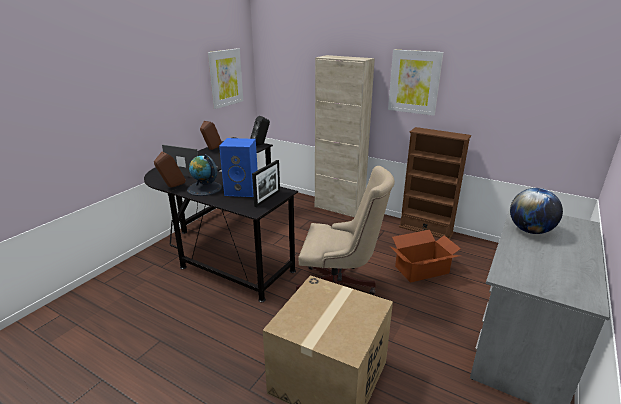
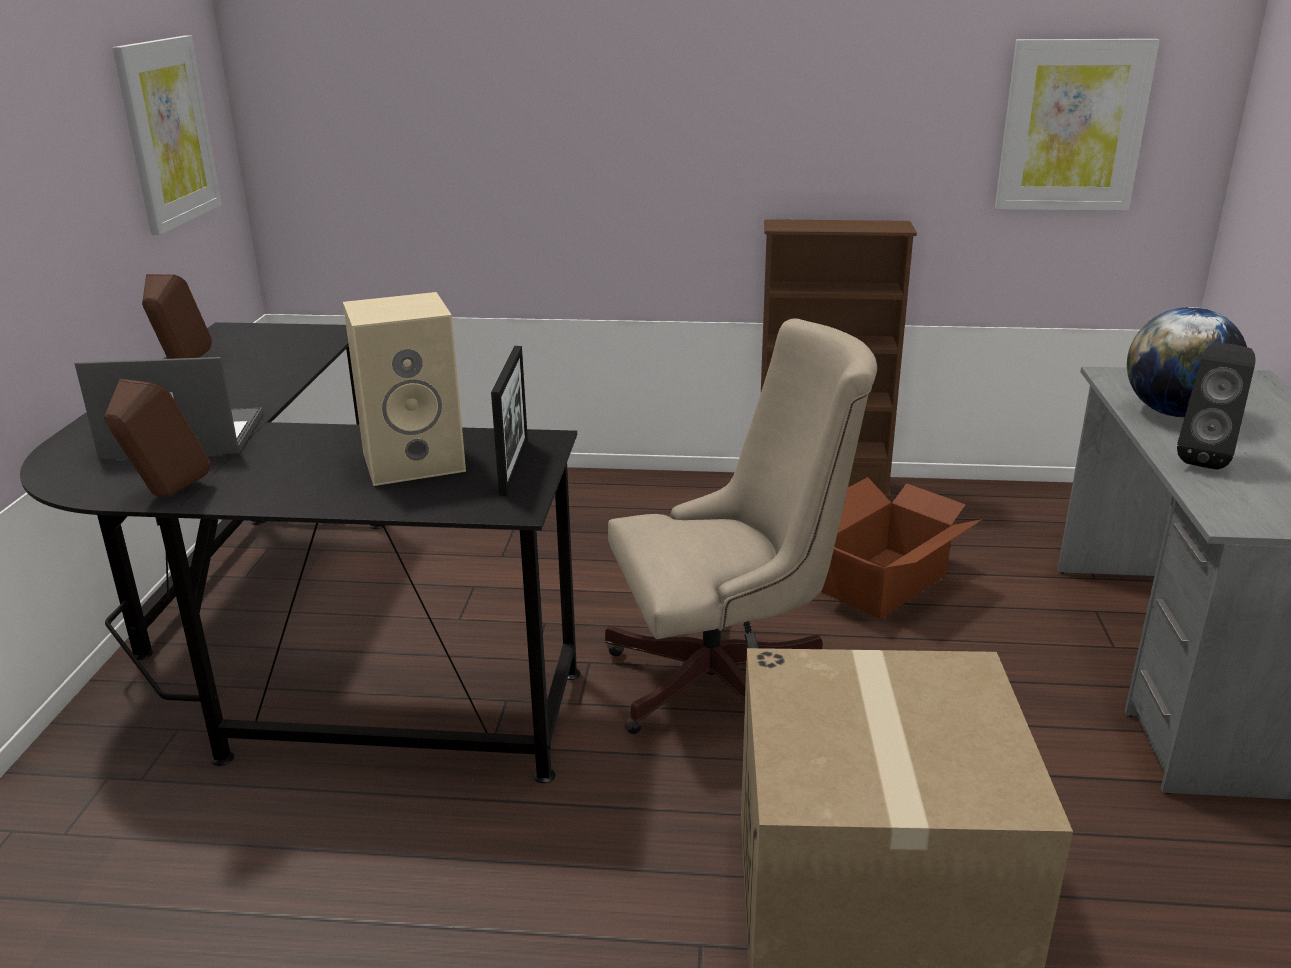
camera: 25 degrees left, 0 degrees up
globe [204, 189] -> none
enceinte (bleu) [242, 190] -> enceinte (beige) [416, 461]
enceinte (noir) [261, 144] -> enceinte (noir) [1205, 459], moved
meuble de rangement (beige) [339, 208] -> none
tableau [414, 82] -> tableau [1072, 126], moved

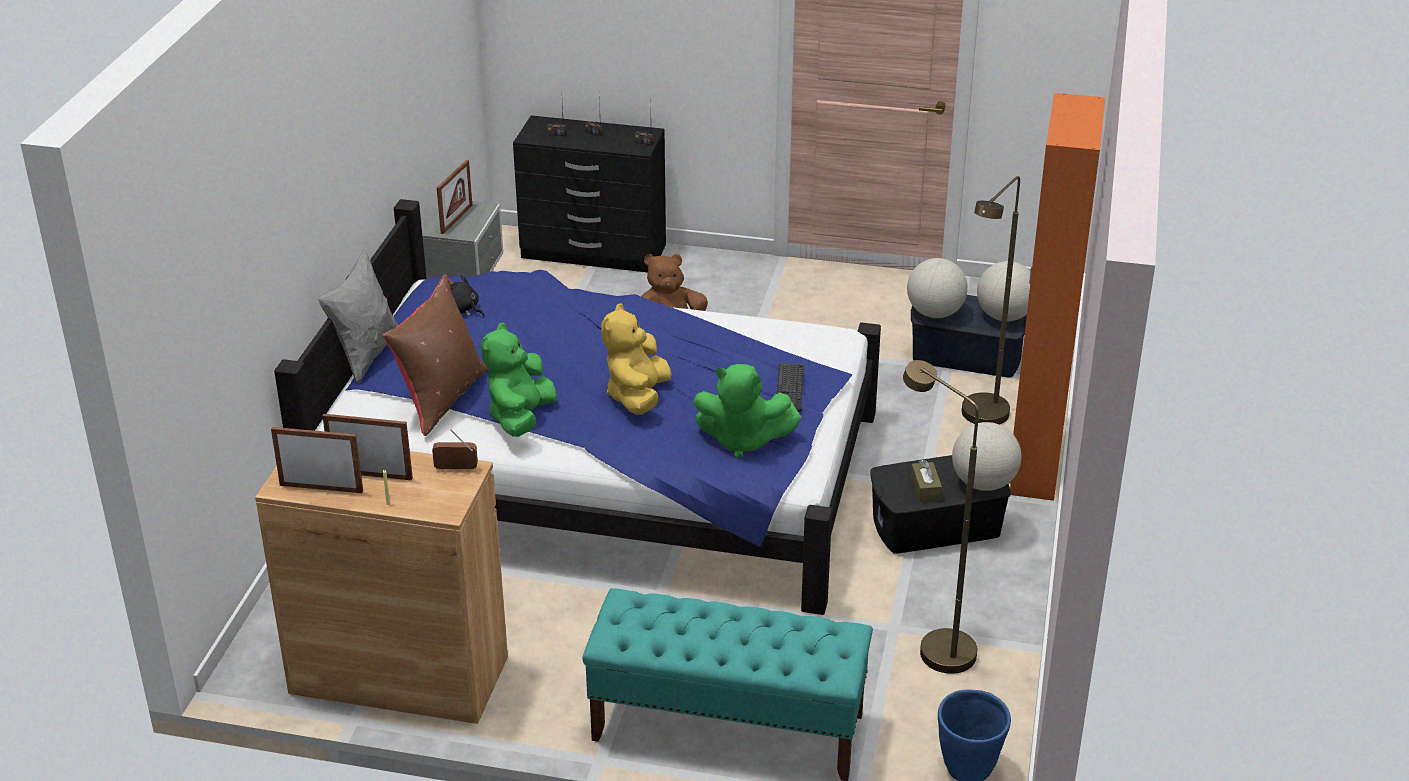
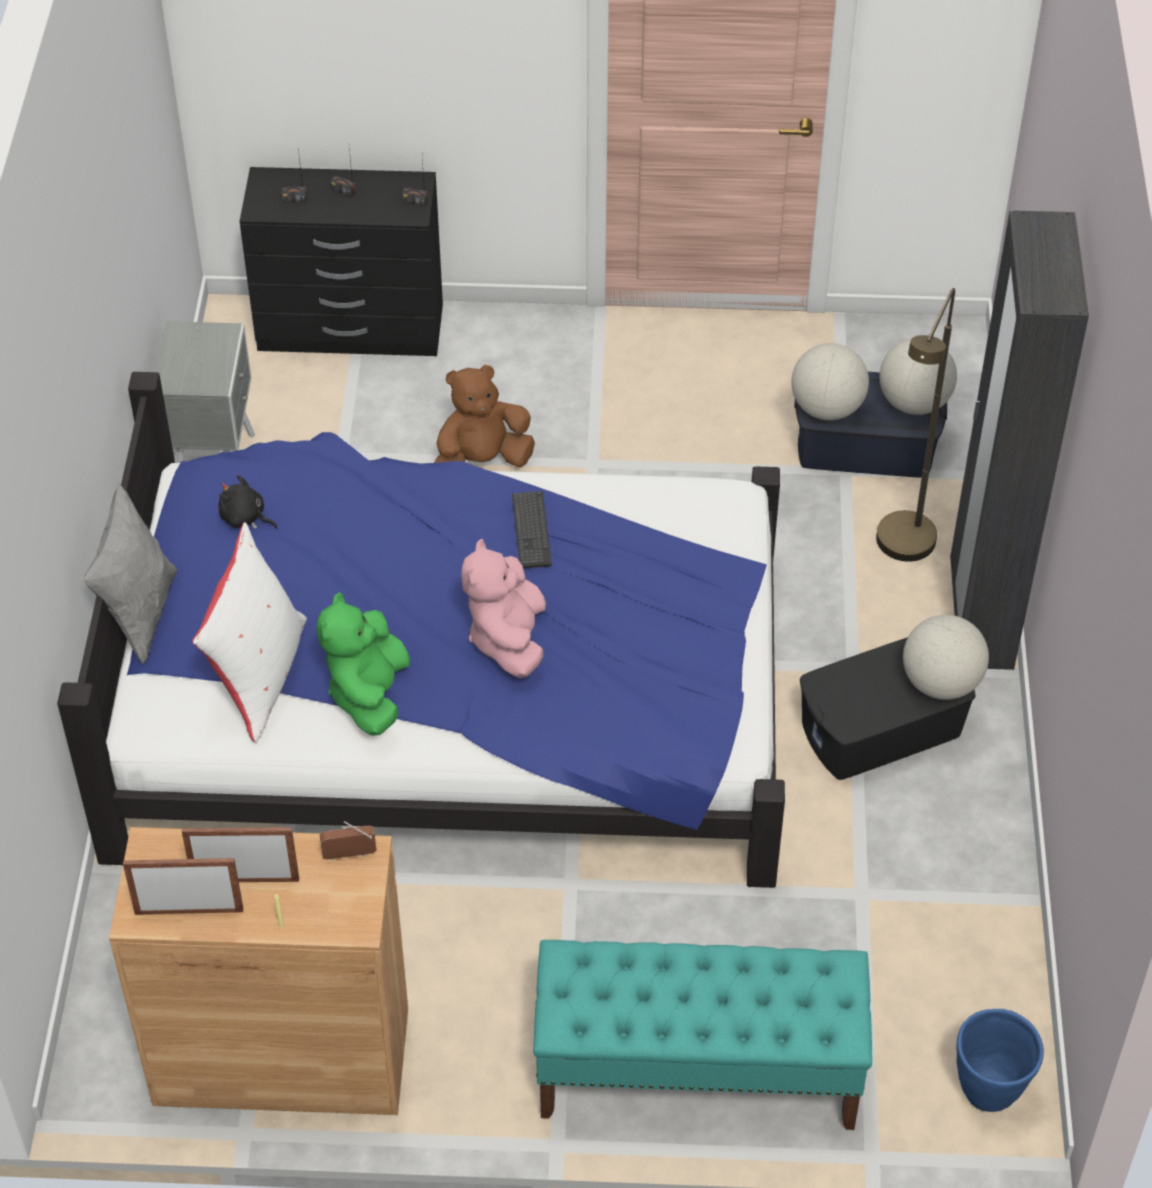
camera: 10 degrees left, 15 degrees up
coussin (marron) [441, 398] -> coussin (blanc) [259, 675]
cadre photo [456, 219] -> none
peluche (jaune) [637, 397] -> peluche (rose) [508, 640]
peluche (vert) [742, 440] -> none
clavier [789, 388] -> clavier [531, 530], moved
lampadaire (marron) [935, 646] -> none
boîte à mouchoirs (marron) [925, 489] -> none
armoire (orange) [1033, 465] -> armoire (noir) [980, 617]

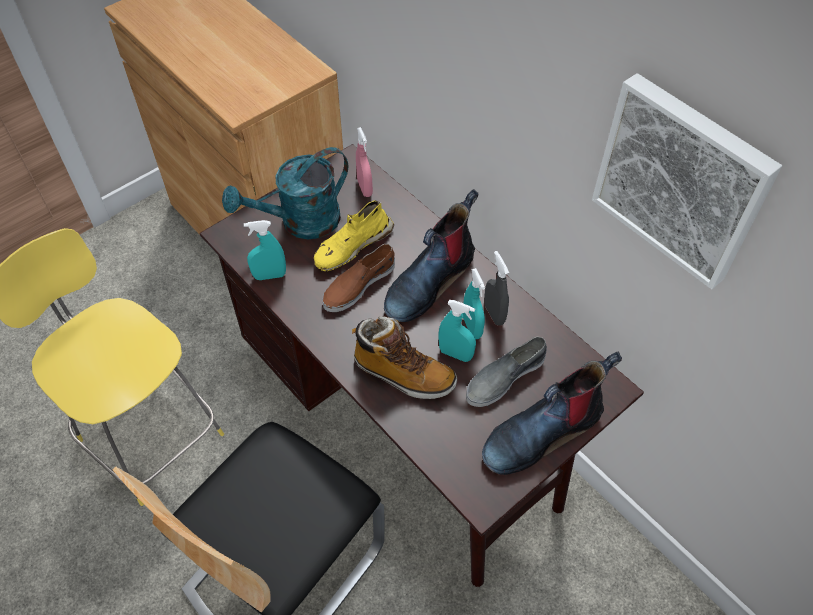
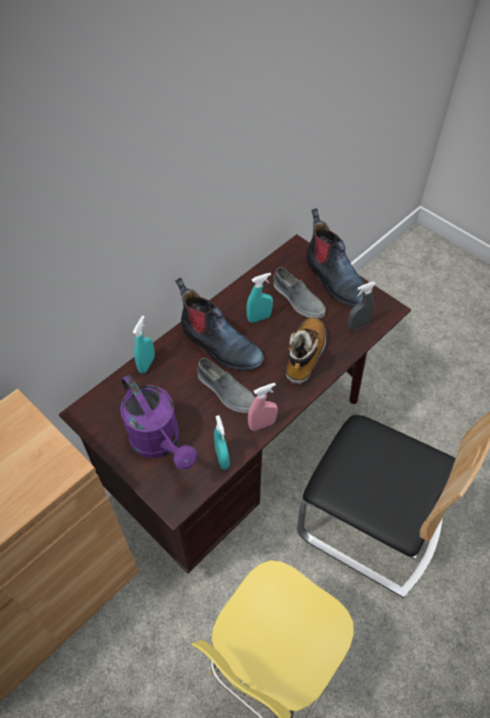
camera: 95 degrees left, 0 degrees up
arrosoir (turquoise) [300, 223] -> arrosoir (violet) [160, 443]
chaussure (jaune) [352, 246] -> none
chaussure (marron) [358, 284] -> chaussure (gris) [226, 391]
vaporisateur (rose) [365, 188] -> vaporisateur (rose) [262, 424], moved
vaporisateur (turquoise) [455, 354] -> vaporisateur (turquoise) [146, 364], moved
vaporisateur (gris) [494, 314] -> vaporisateur (gris) [358, 326], moved
tableau [682, 180] -> none

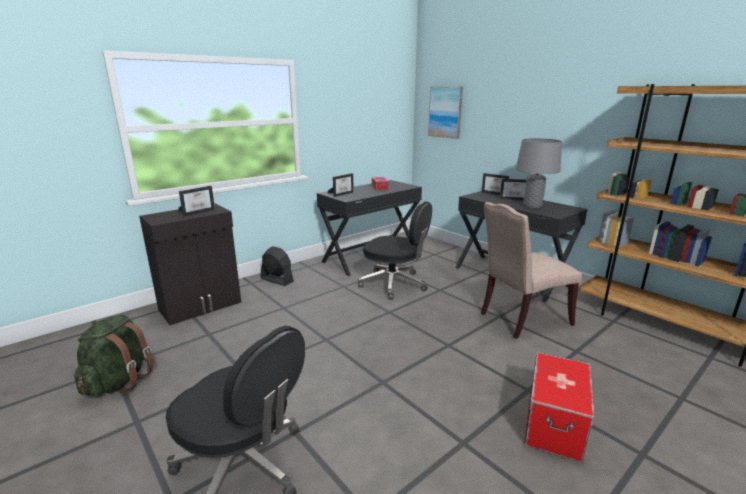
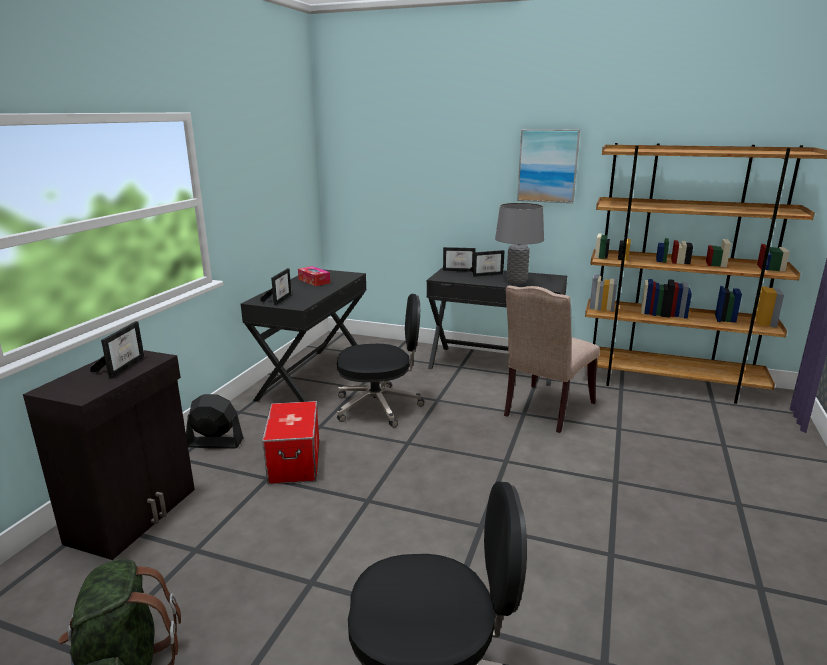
camera: 30 degrees left, 0 degrees up
tableau [445, 112] -> tableau [547, 166], moved
boîte de rangement [554, 424] -> boîte de rangement [295, 462], moved

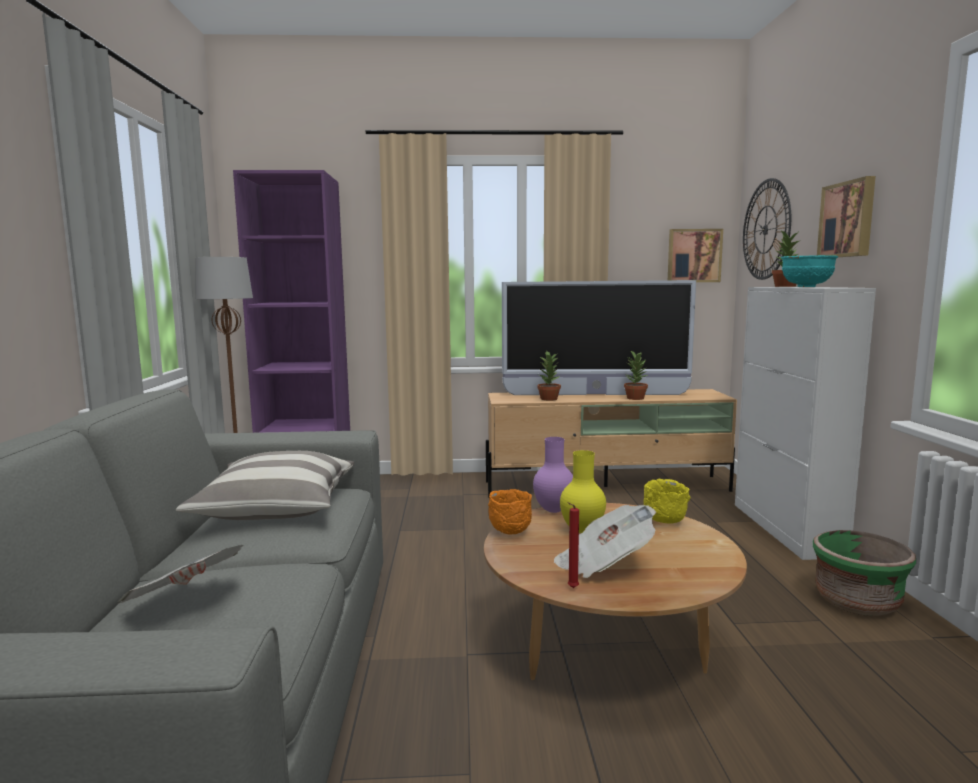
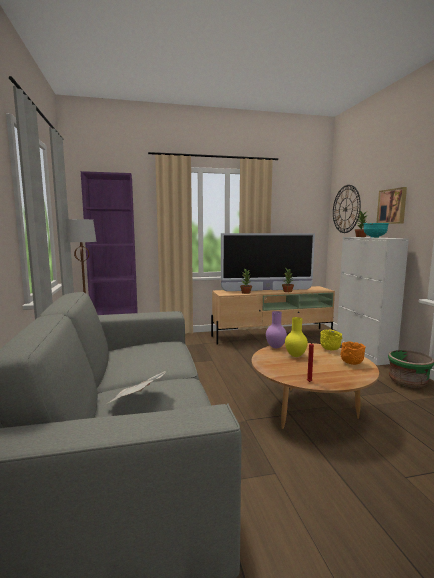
camera: 10 degrees left, 0 degrees up
coussin [276, 508] -> none
bol (orange) [509, 532] -> bol (orange) [351, 363], moved
journal [603, 564] -> none
tableau [693, 256] -> none

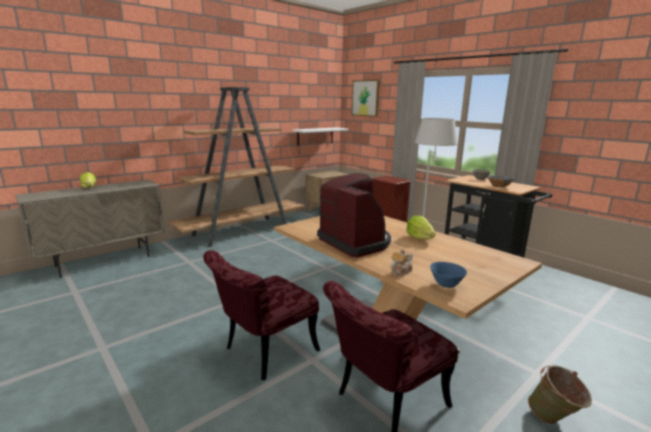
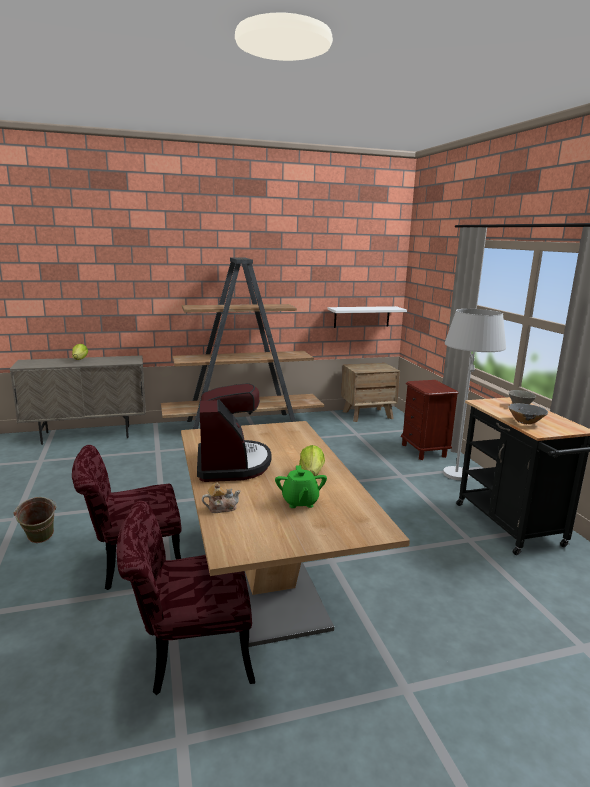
camera: 25 degrees right, 0 degrees up
tableau [365, 98] -> none
bol (bleu) [446, 285] -> none
seau (vert) [554, 420] -> seau (vert) [39, 542], moved
none -> théière (vert) [300, 502]

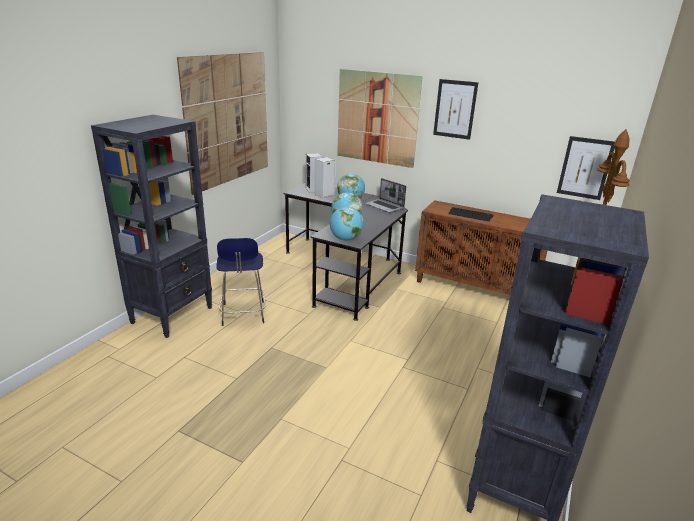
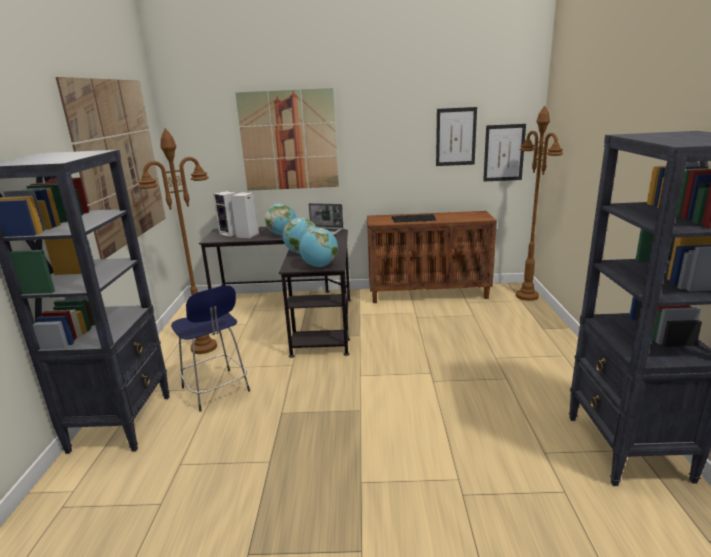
camera: 25 degrees left, 5 degrees down
tableau [455, 109] -> tableau [456, 137], moved
none -> lampadaire (marron) [204, 347]

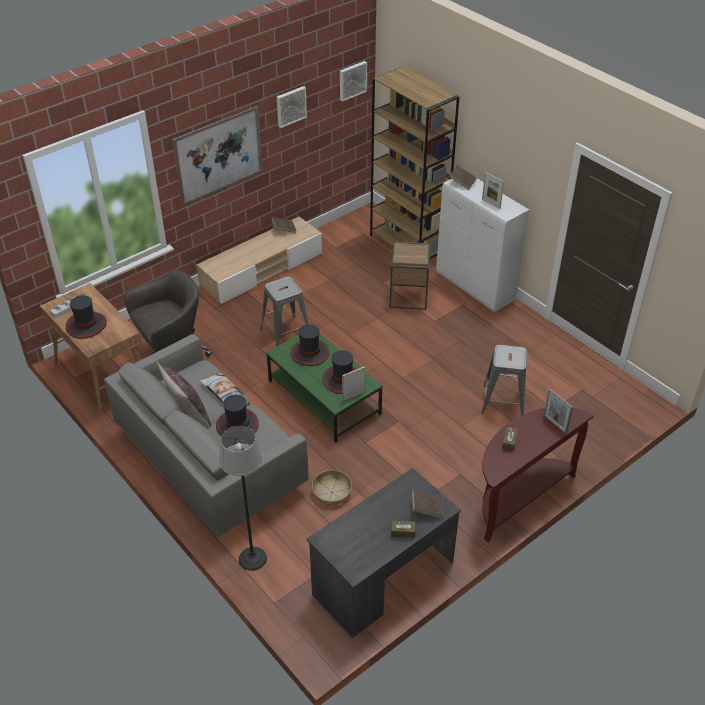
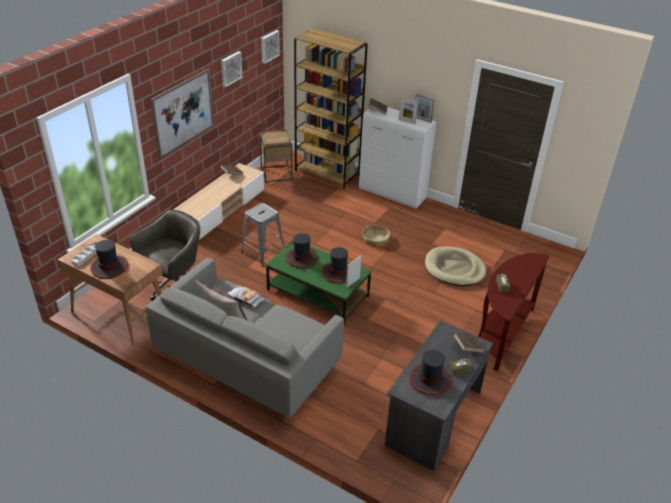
camera: 20 degrees left, 5 degrees down
chapeau [237, 425] -> chapeau [429, 380], moved
lampadaire [252, 558] -> none
panier [332, 492] -> panier [375, 239], moved
table d'appoint (marron) [408, 296] -> table d'appoint (marron) [276, 173], moved
tabouret (gris) [503, 401] -> panier pour chien (beige) [454, 269]
cadre photo [554, 424] -> cadre photo [422, 119], moved

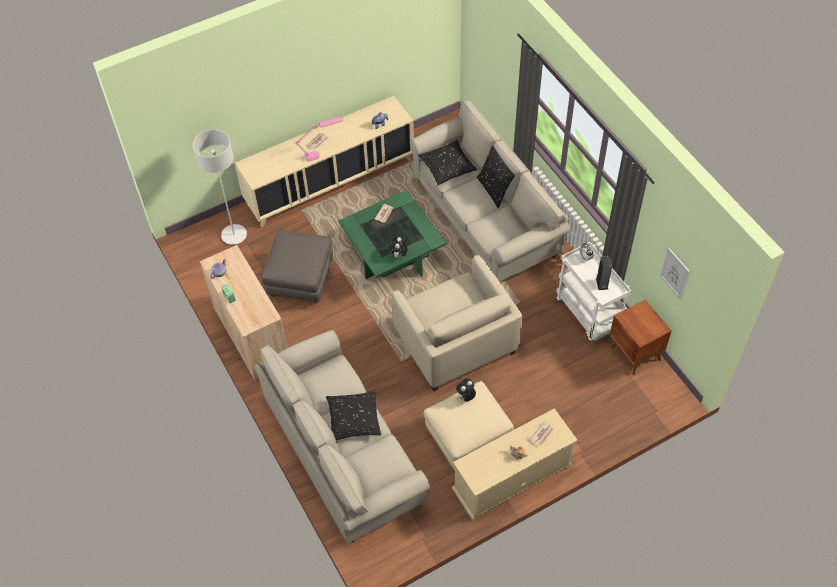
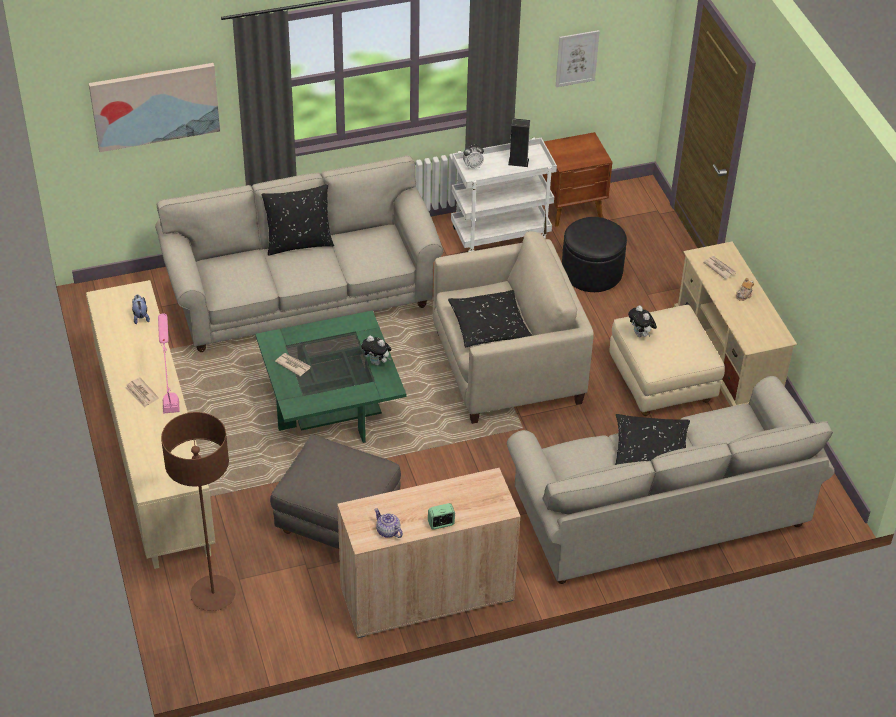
camera: 80 degrees left, 10 degrees down
lampadaire (gris) [234, 235] -> lampadaire (marron) [213, 594]
coussin (noir) [447, 167] -> coussin (noir) [489, 326], moved
none -> tableau [155, 105]
none -> pouf (noir) [591, 272]

